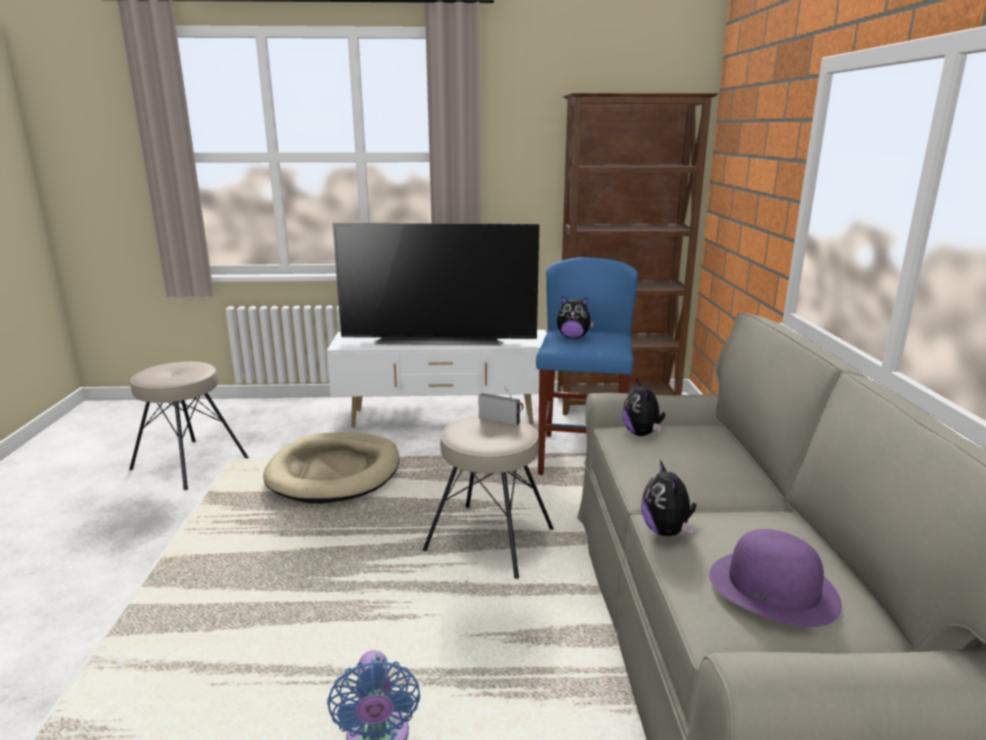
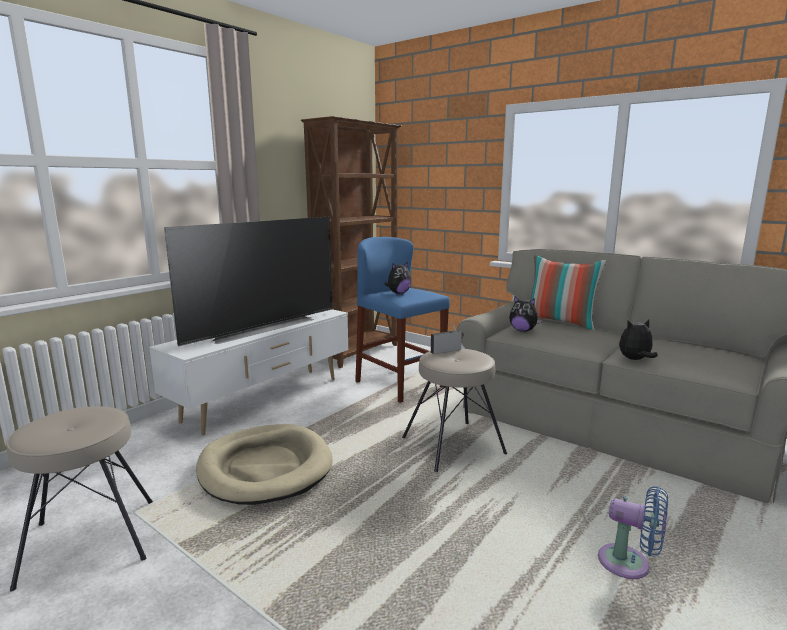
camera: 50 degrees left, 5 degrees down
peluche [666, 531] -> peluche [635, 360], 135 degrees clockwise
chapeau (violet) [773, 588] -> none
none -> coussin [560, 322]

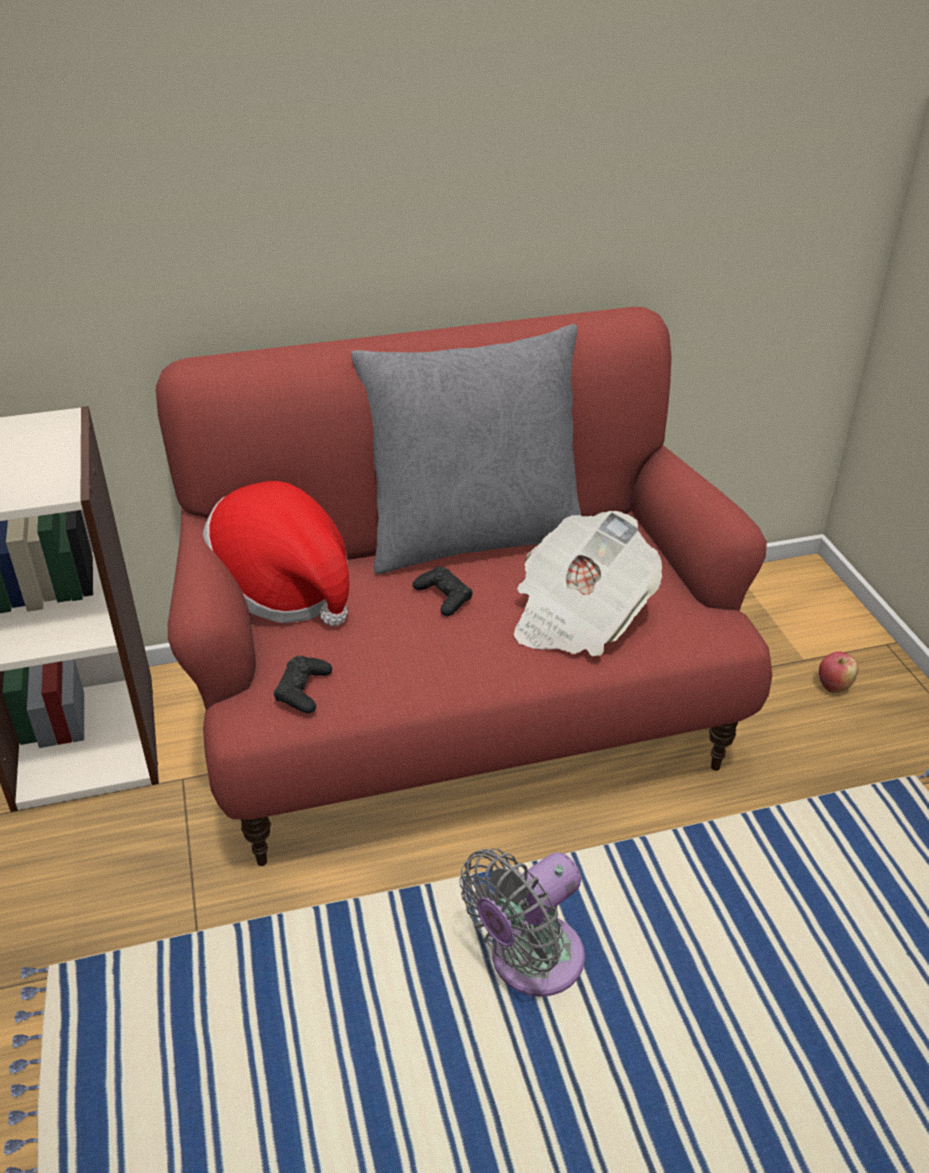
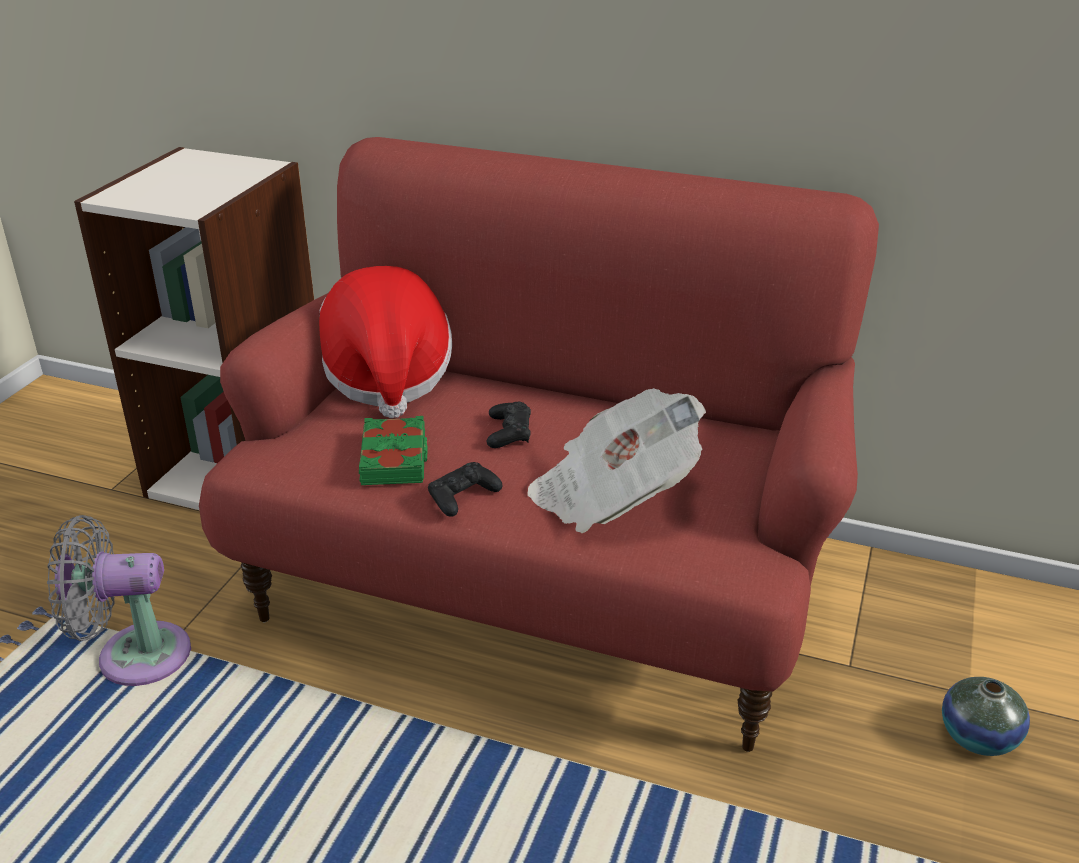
camera: 35 degrees right, 5 degrees down
manette (noir) [303, 690] -> manette (noir) [463, 496], moved
coussin (gris) [474, 537] -> none
ventilateur (gris) [529, 962] -> ventilateur (gris) [134, 655], moved
pomme [833, 686] -> vase [978, 737]
none -> livre (vert) [395, 459]

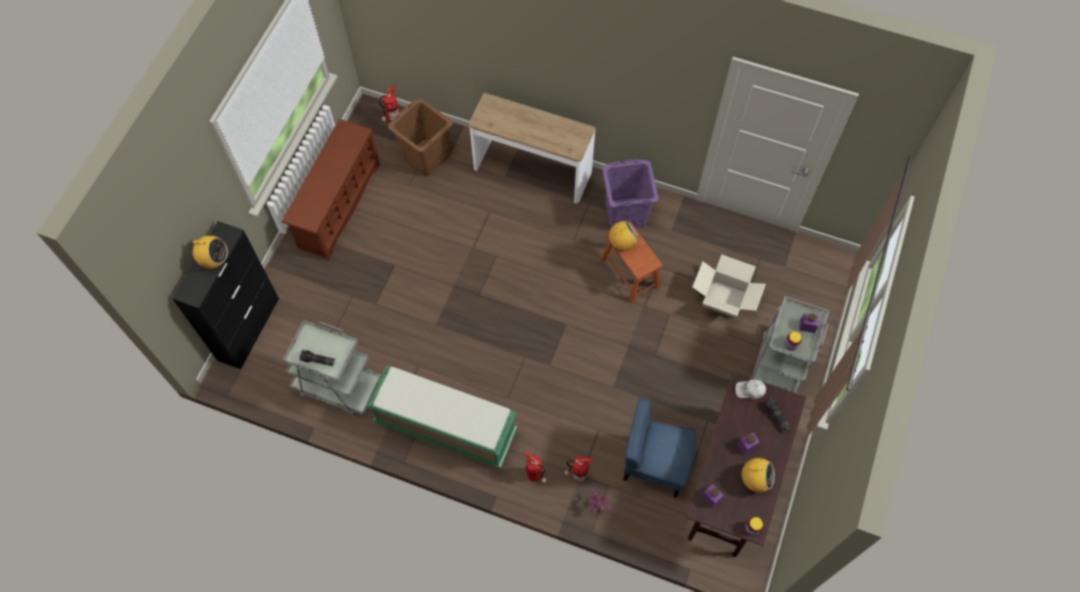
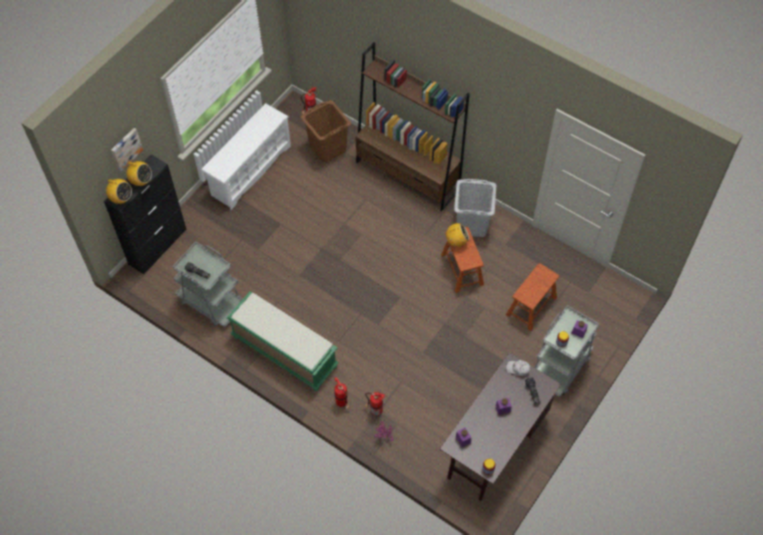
camera: 15 degrees right, 5 degrees down
étagère à chaussures (marron) [338, 205] -> étagère à chaussures (blanc) [250, 170]
table console [532, 171] -> bibliothèque (marron) [408, 175]
panier à linge (violet) [625, 214] -> panier à linge (gris) [472, 224]
chaise (bleu) [655, 464] -> none
carton [724, 299] -> tabouret (marron) [531, 306]
radio [755, 480] -> radio [121, 198], moved
none -> tableau [125, 148]

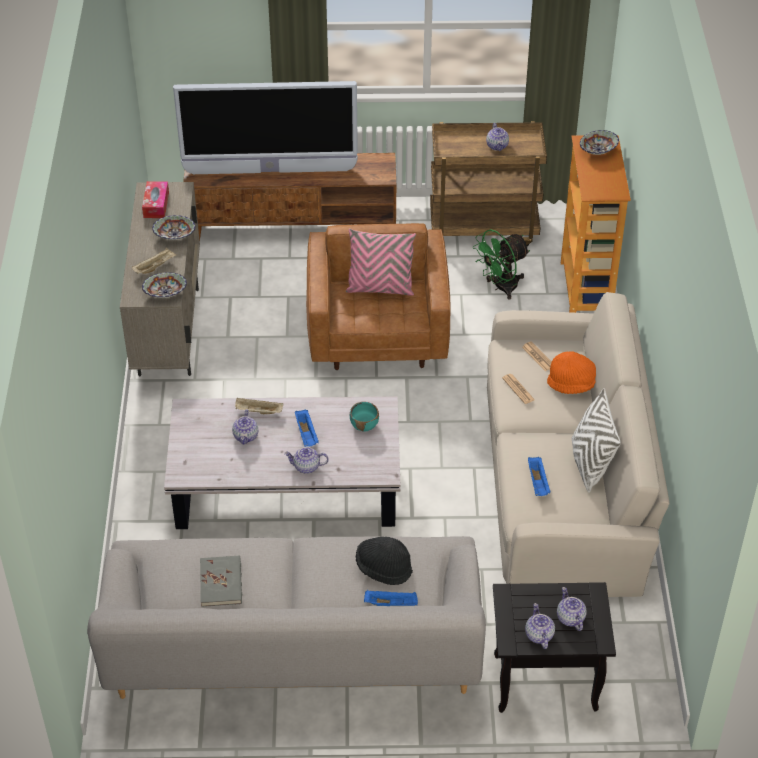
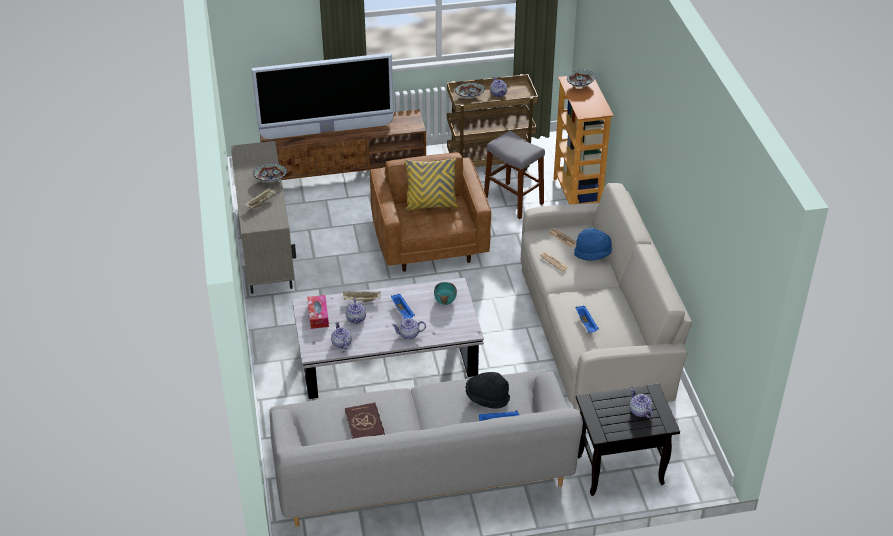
camera: 10 degrees left, 5 degrees down
boîte à mouchoirs [156, 205] -> boîte à mouchoirs [318, 316], moved
bol [165, 294] -> bol [470, 97], moved
livre (gris) [221, 583] -> livre (rouge) [365, 424]
coussin (rose) [380, 288] -> coussin (jaune) [431, 205]
ventilateur (vert) [500, 287] -> tabouret (gris) [513, 200]
théière [538, 635] -> théière [341, 343], moved
chapeau (orange) [573, 384] -> chapeau (bleu) [593, 253]
coussin (blanc) [590, 464] -> none

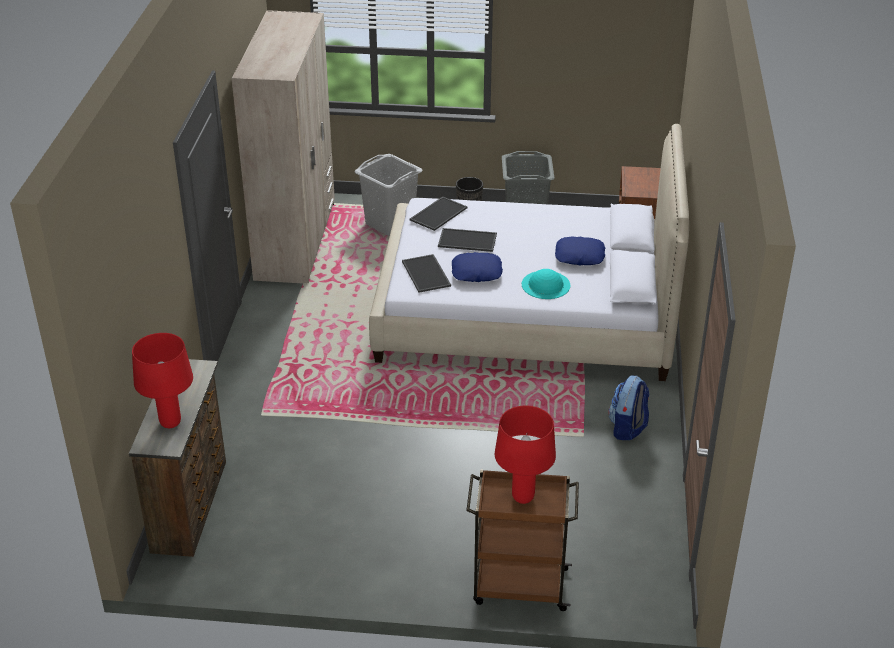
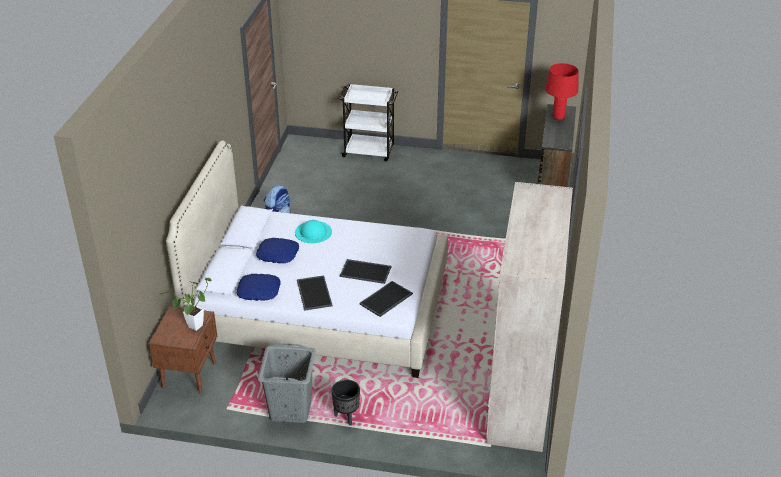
camera: 175 degrees left, 0 degrees up
panier à linge (gris) [390, 223] -> none
plateau [427, 274] -> plateau [313, 293], moved
coussin (bleu) [476, 273] -> coussin (bleu) [259, 291], moved
chariot (marron) [518, 586] -> chariot (blanc) [369, 151]
lampe de table (rouge) [523, 497] -> none
none -> plante en pot [193, 328]

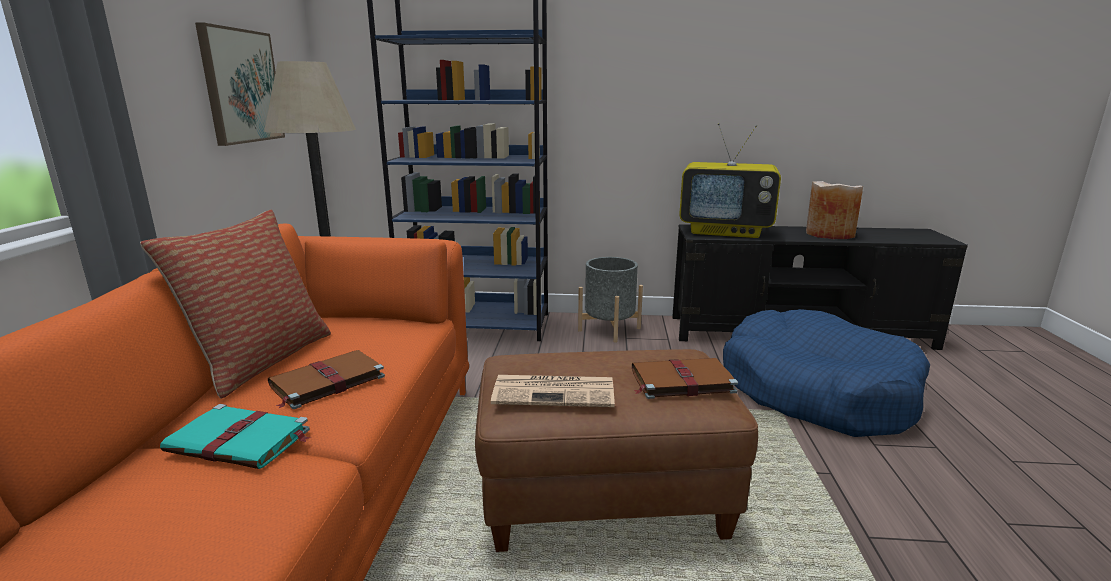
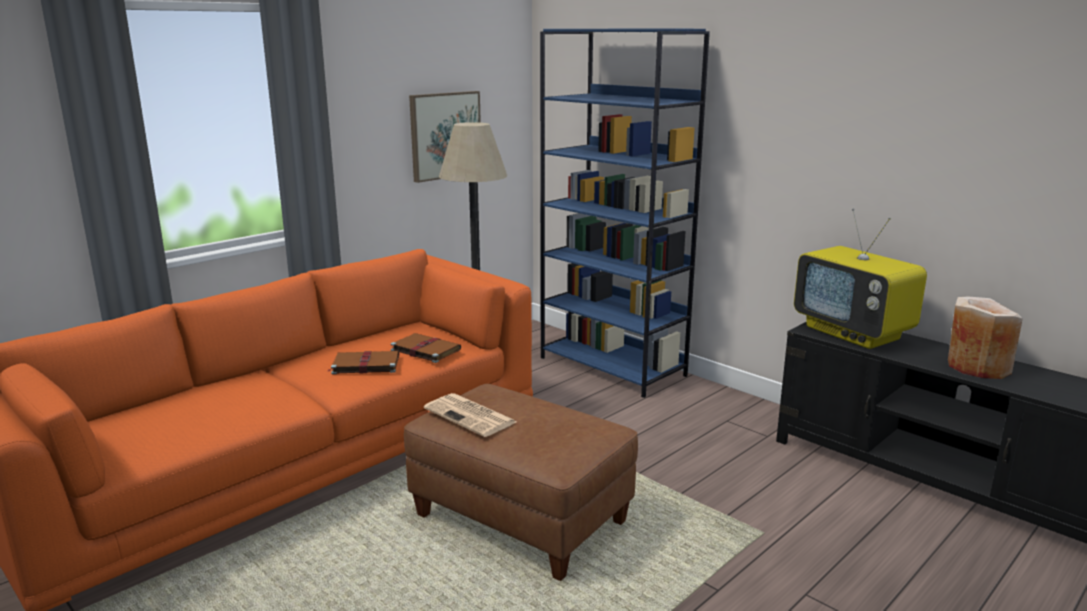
camera: 40 degrees right, 0 degrees up
coussin [261, 360] -> none
livre (turquoise) [241, 441] -> none
cache-pot (gris) [609, 329] -> none
livre (marron) [680, 381] -> livre (marron) [424, 350], moved
panier pour chien (bleu) [816, 391] -> none

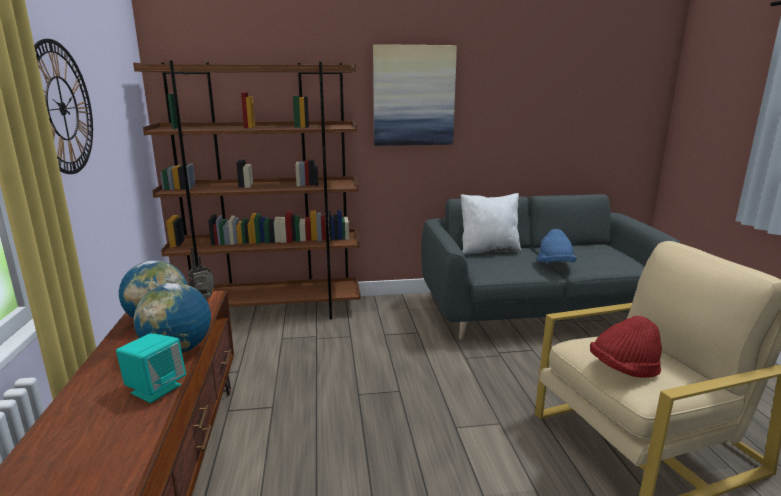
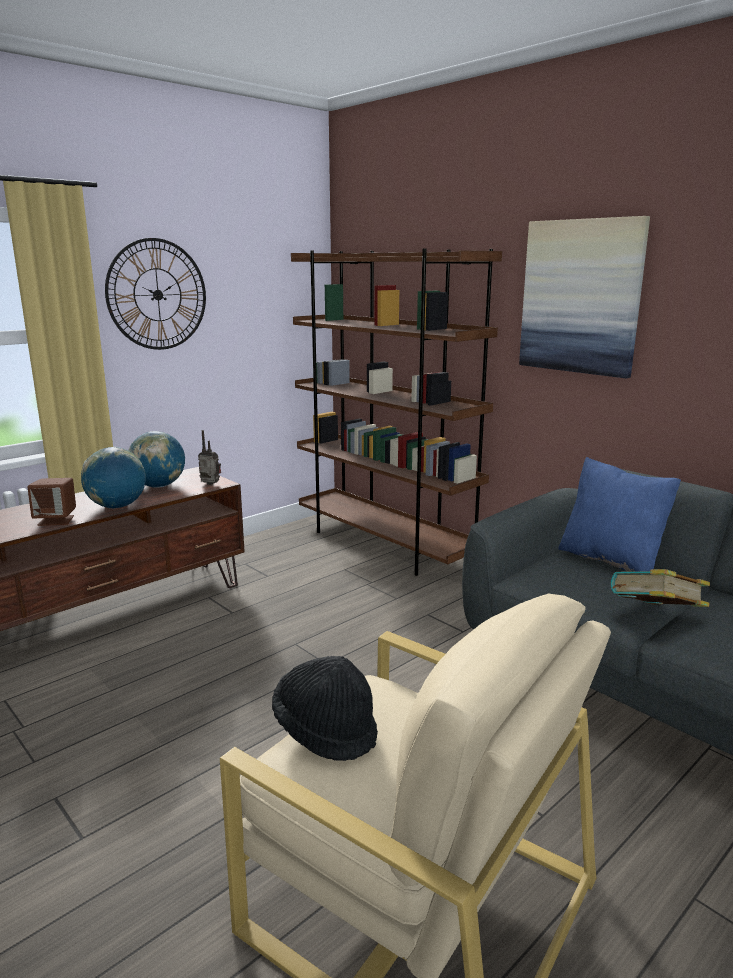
camera: 55 degrees right, 0 degrees up
enceinte (turquoise) [156, 389] -> enceinte (marron) [56, 520]
coussin (blanc) [488, 250] -> coussin (bleu) [611, 560]
chapeau (bleu) [554, 265] -> livre [654, 617]
chapeau (rouge) [623, 369] -> chapeau (noir) [325, 730]

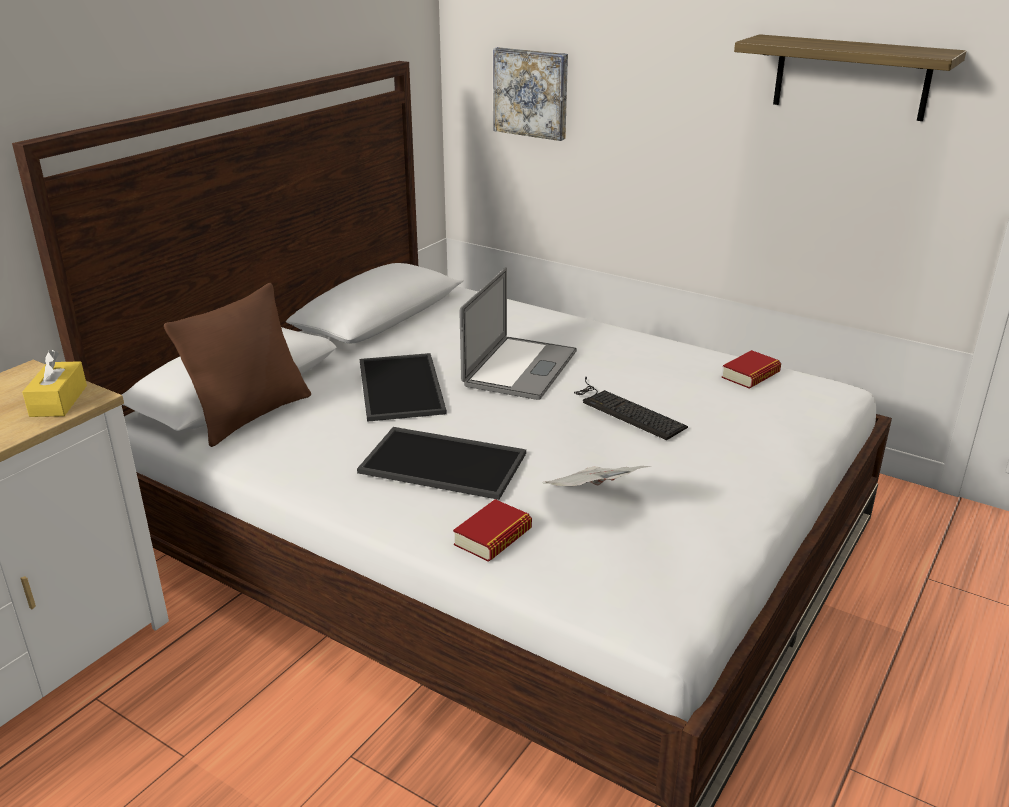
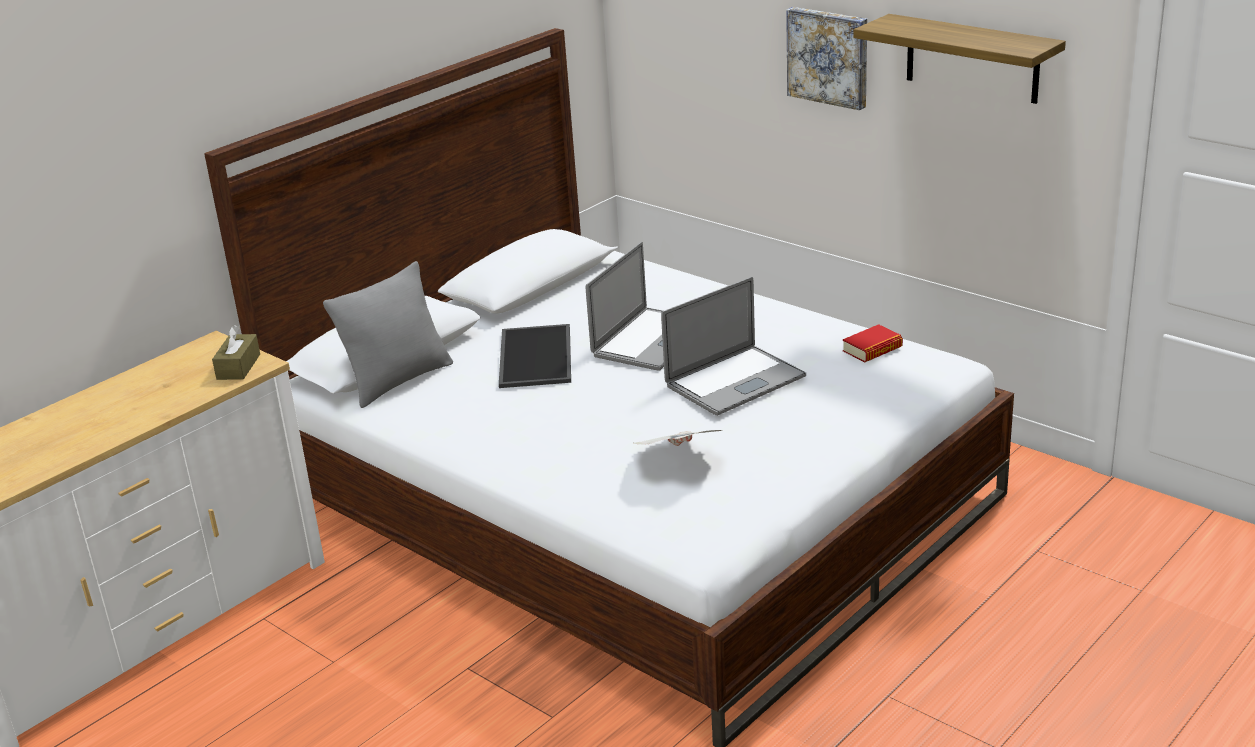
camera: 10 degrees right, 0 degrees up
boîte à mouchoirs (jaune) [59, 401] -> boîte à mouchoirs (marron) [238, 367]
coussin (marron) [251, 415] -> coussin (gris) [398, 381]
plateau [445, 462] -> none
livre [493, 537] -> none
tableau [532, 93] -> tableau [829, 56], moved
clavier [624, 410] -> ordinateur portable [735, 381]

